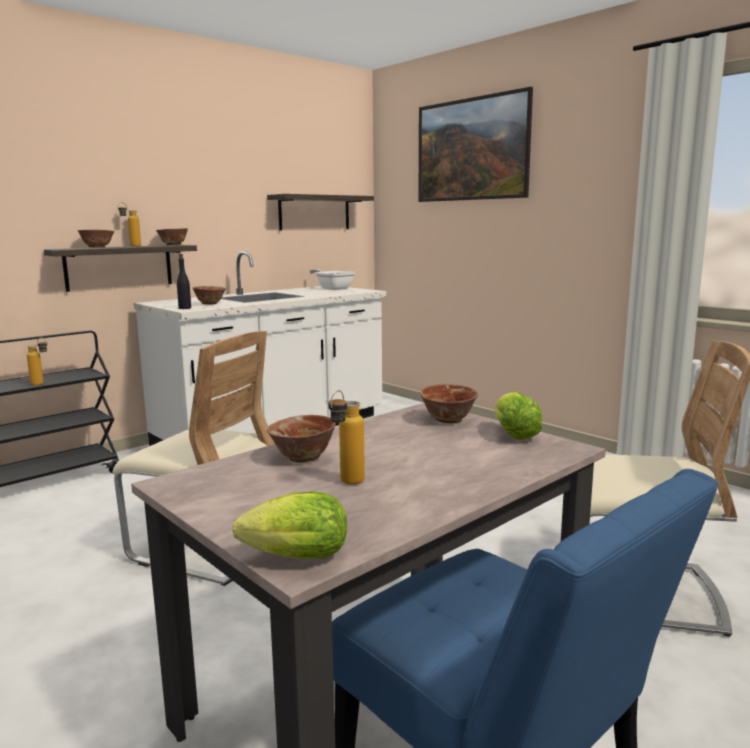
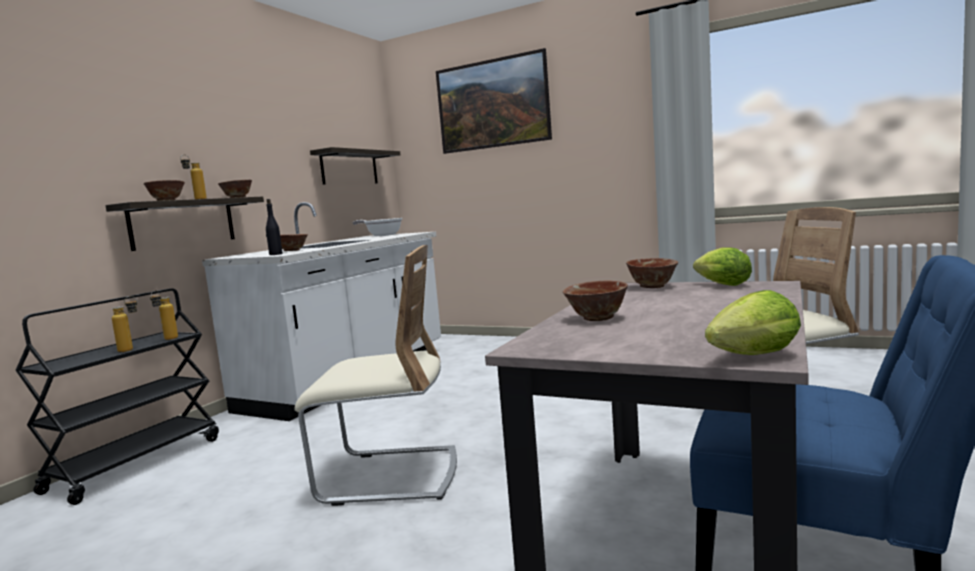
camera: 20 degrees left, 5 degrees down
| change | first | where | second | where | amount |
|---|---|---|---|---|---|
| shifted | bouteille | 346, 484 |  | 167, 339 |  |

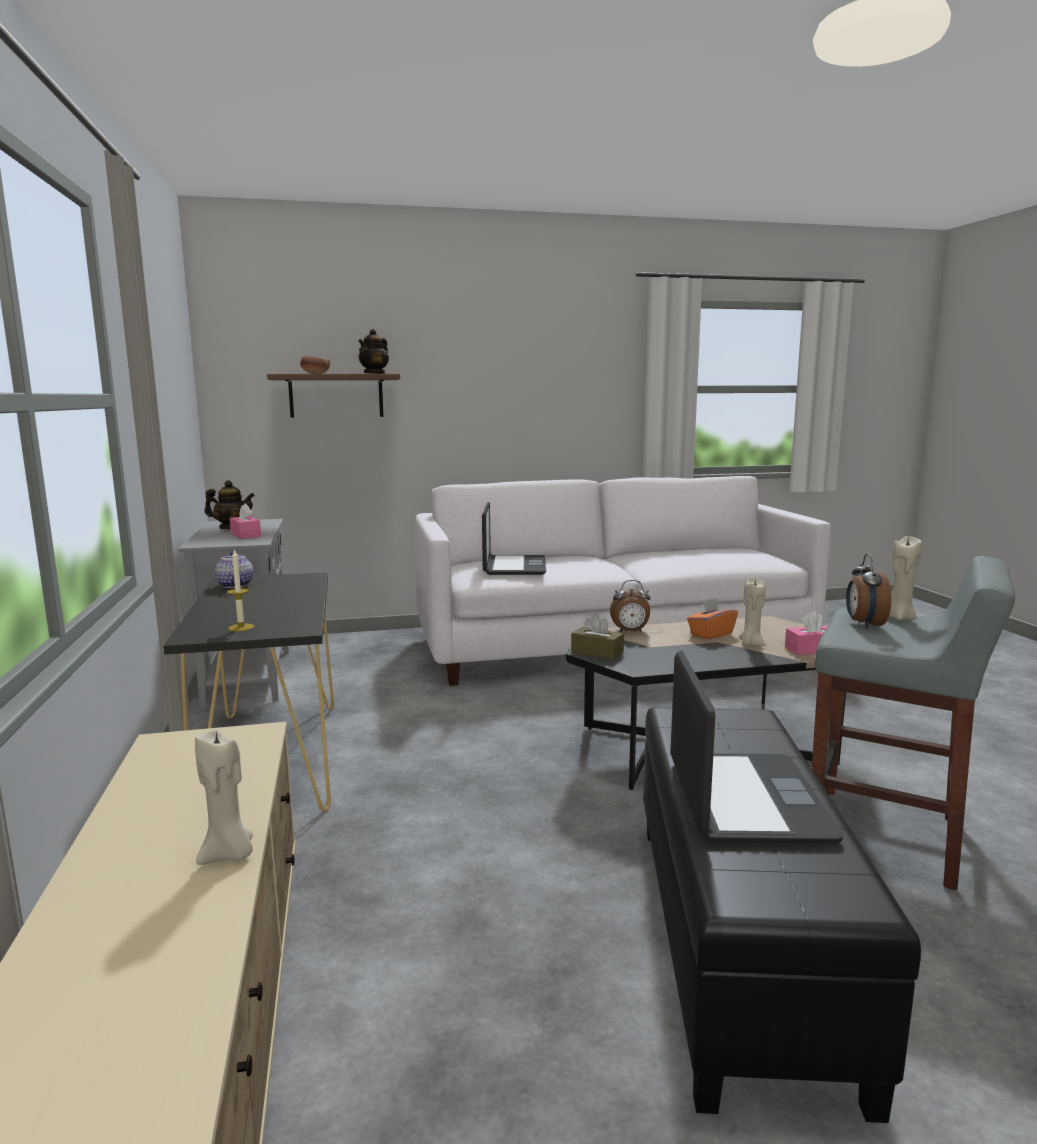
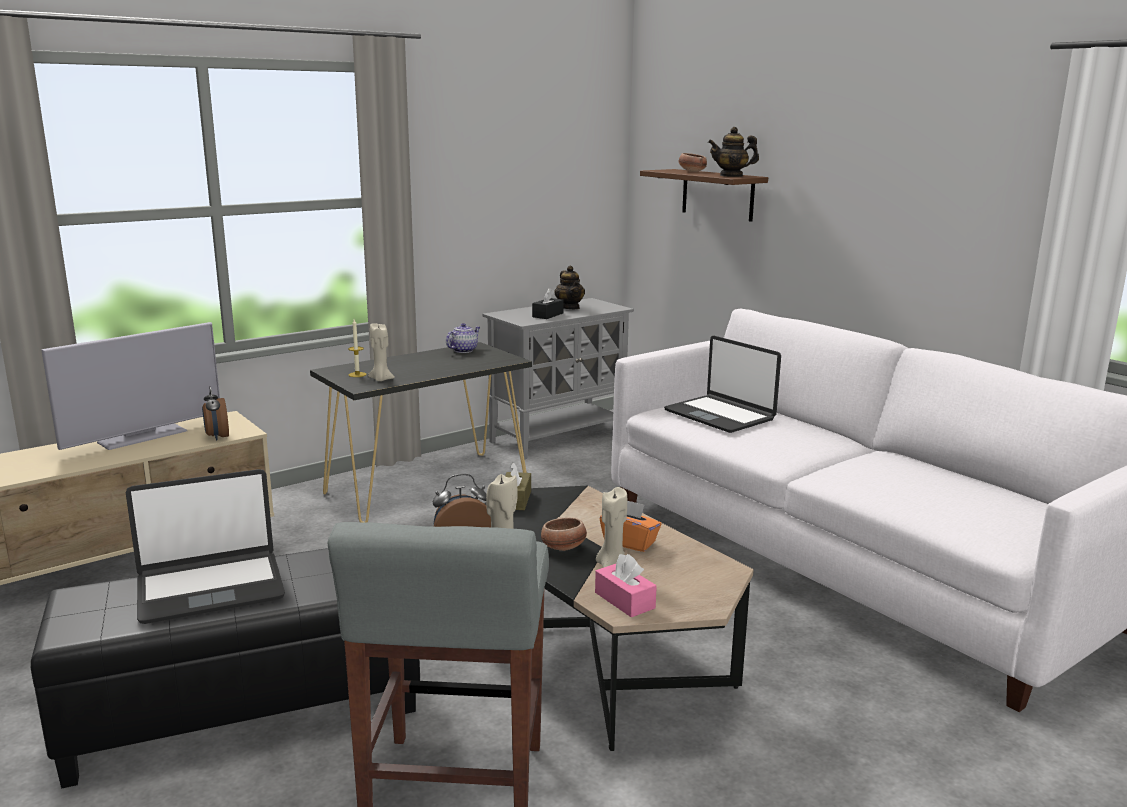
camera: 65 degrees right, 5 degrees up
| change | first | where | second | where | amount |
|---|---|---|---|---|---|
| new |  |  | téléviseur | 143, 436 |  |
| shifted | réveil | 630, 632 |  | 217, 437 |  |
| shifted | bougie [beige] | 229, 854 |  | 381, 379 |  |
| repainted | boîte à mouchoirs [rose] | 245, 535 | boîte à mouchoirs [noir] | 547, 315 |  |
| new |  |  | bol | 563, 548 |  |
| rotated | ordinateur portable | 513, 566 |  | 720, 415 | 75 degrees clockwise |

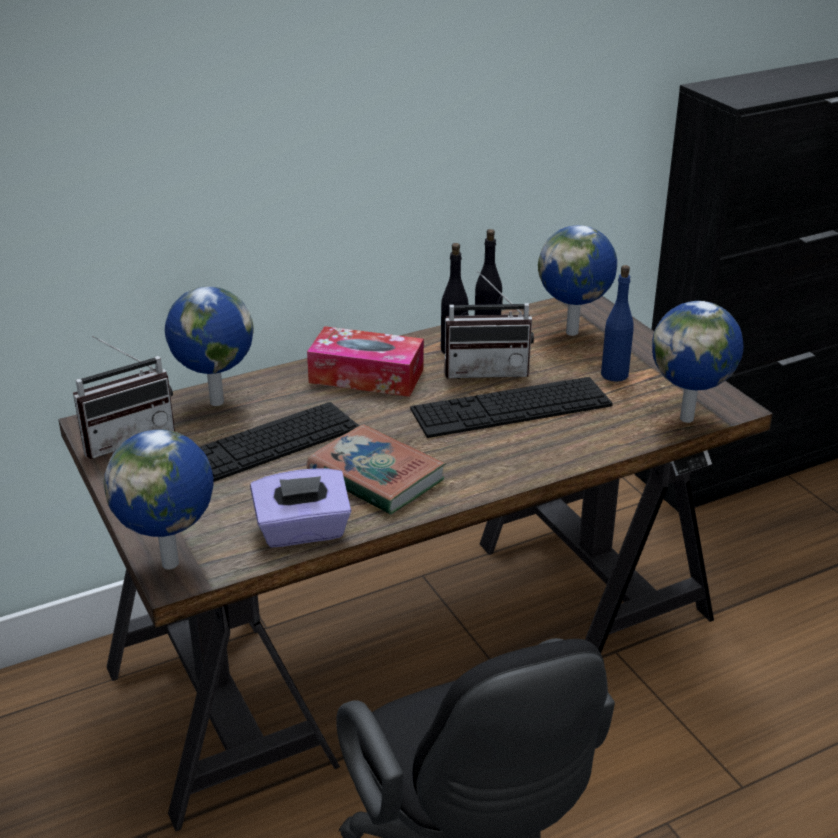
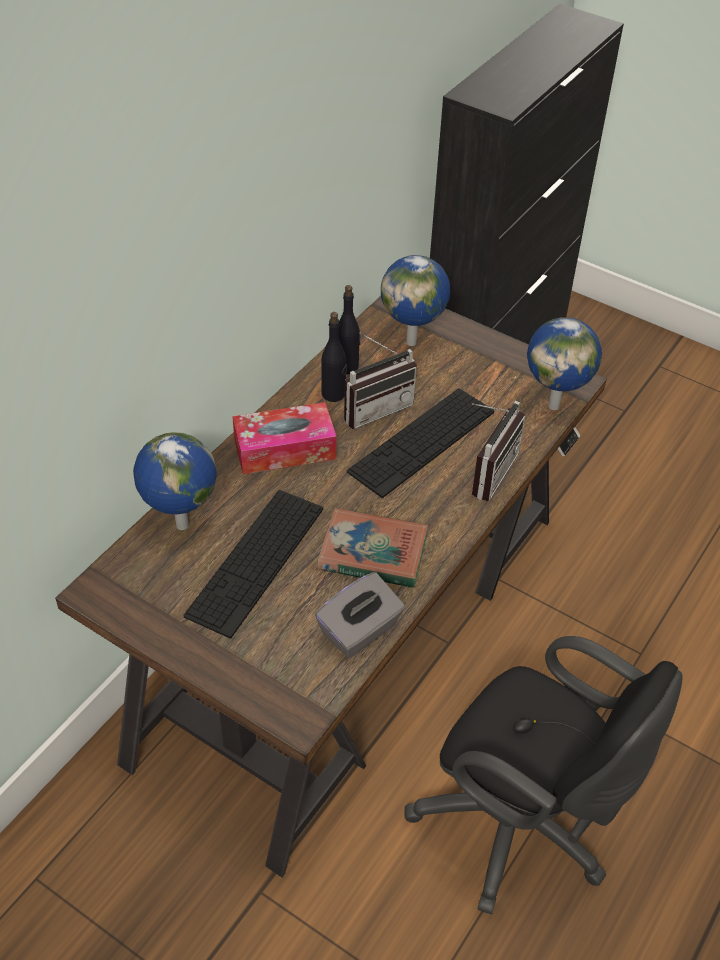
camera: 30 degrees left, 15 degrees up
| change | first | where | second | where | amount |
|---|---|---|---|---|---|
| repainted | boîte à mouchoirs [violet] | 303, 531 | boîte à mouchoirs [gris] | 360, 631 |  |
| shifted | radio | 127, 437 |  | 486, 471 |  |
| gone | globe | 173, 563 |  |  |  |
| gone | bouteille [bleu] | 614, 374 |  |  |  |

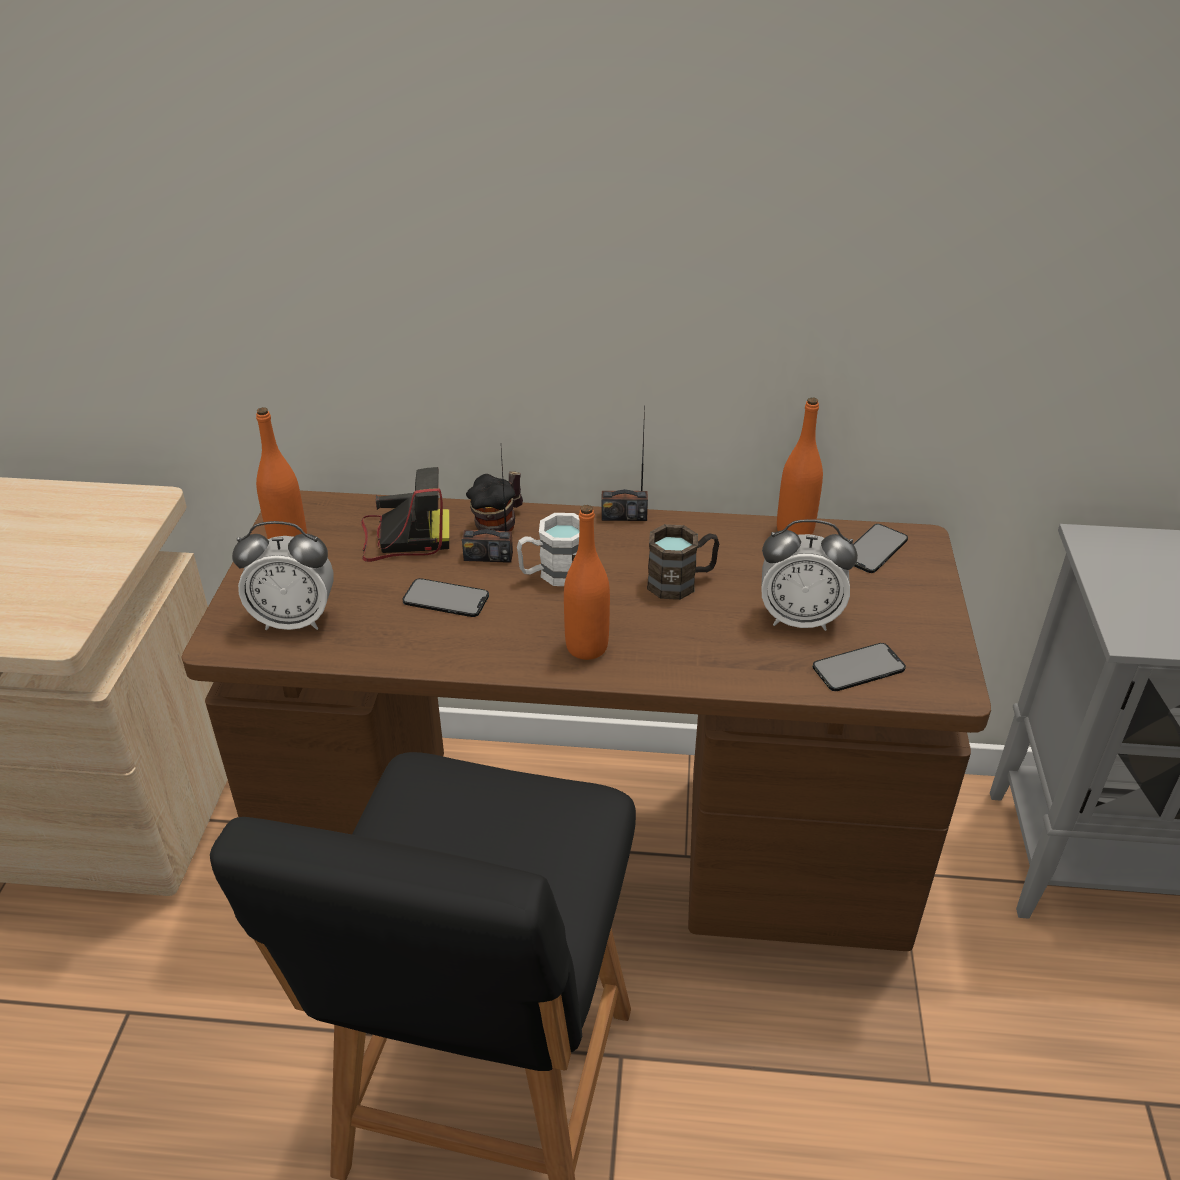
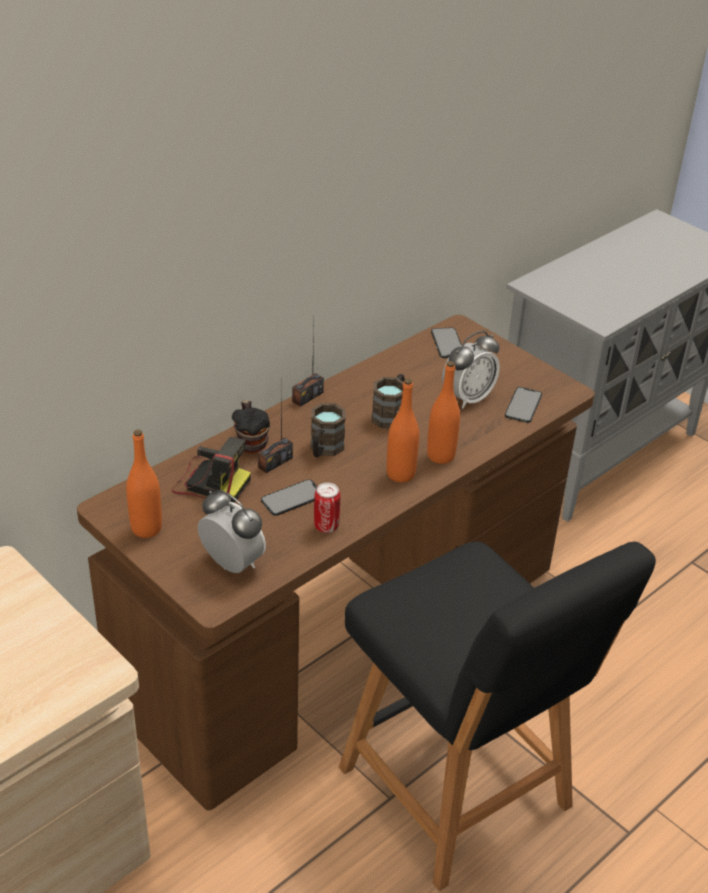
camera: 50 degrees left, 0 degrees up
| change | first | where | second | where | amount |
|---|---|---|---|---|---|
| rotated | appareil photo | 403, 538 |  | 210, 483 | 75 degrees clockwise |
| rotated | réveil | 294, 620 |  | 232, 564 | 90 degrees counterclockwise |
| repainted | mug [blanc] | 553, 574 | mug [marron] | 324, 450 |  |
| new |  |  | boîte métallique | 326, 526 |  |
| shifted | bouteille [orange] | 794, 531 |  | 440, 456 |  |

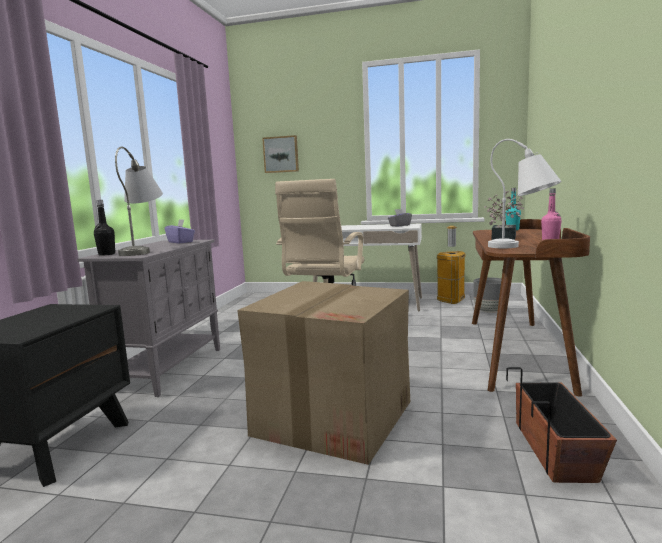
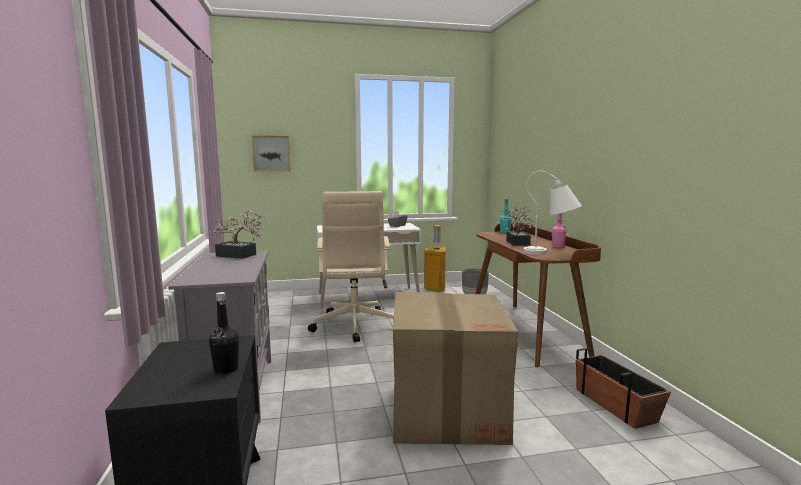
camera: 25 degrees left, 0 degrees up
| change | first | where | second | where | amount |
|---|---|---|---|---|---|
| swapped | boîte à mouchoirs [violet] | 181, 242 | plante en pot | 239, 256 |  |
| shifted | bouteille [noir] | 106, 254 |  | 226, 369 |  |
| gone | lampe de table [gris] | 144, 251 |  |  |  |

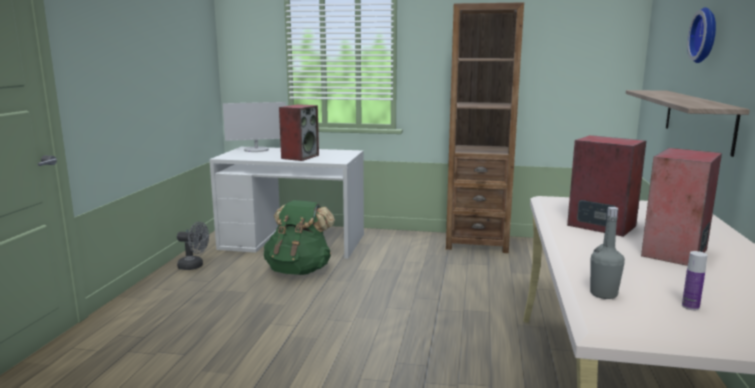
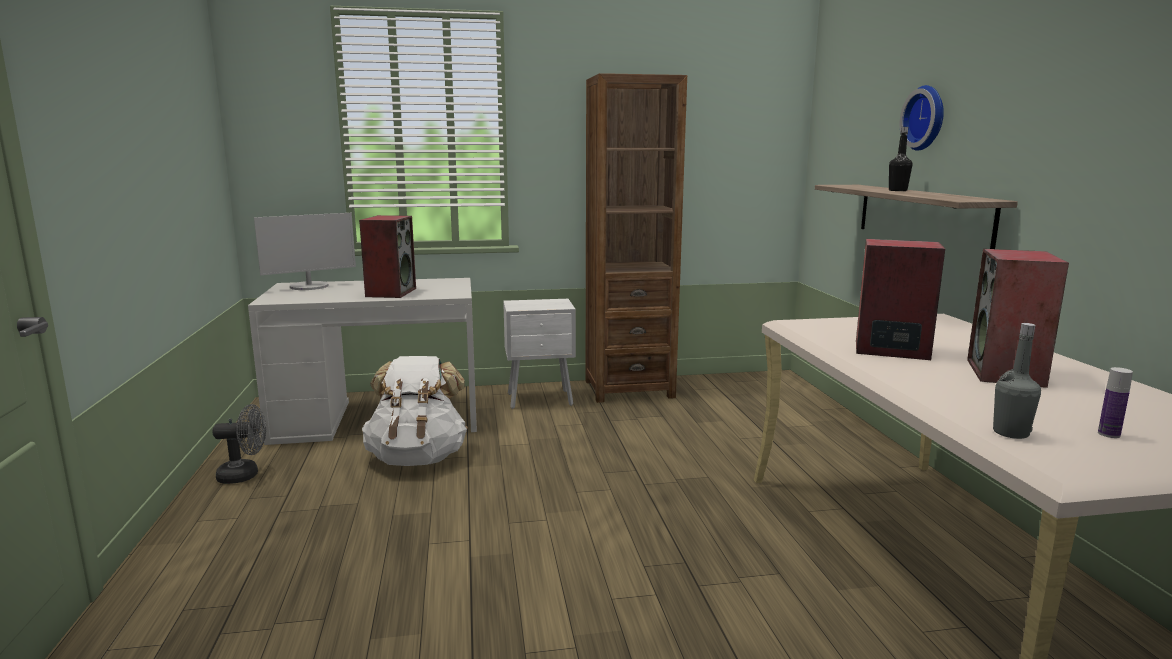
camera: 20 degrees left, 0 degrees up
| change | first | where | second | where | amount |
|---|---|---|---|---|---|
| repainted | sac à dos [vert] | 299, 270 | sac à dos [blanc] | 418, 458 |  |
| new |  |  | table de chevet [blanc] | 541, 400 |  |
| new |  |  | bouteille [noir] | 897, 190 |  |

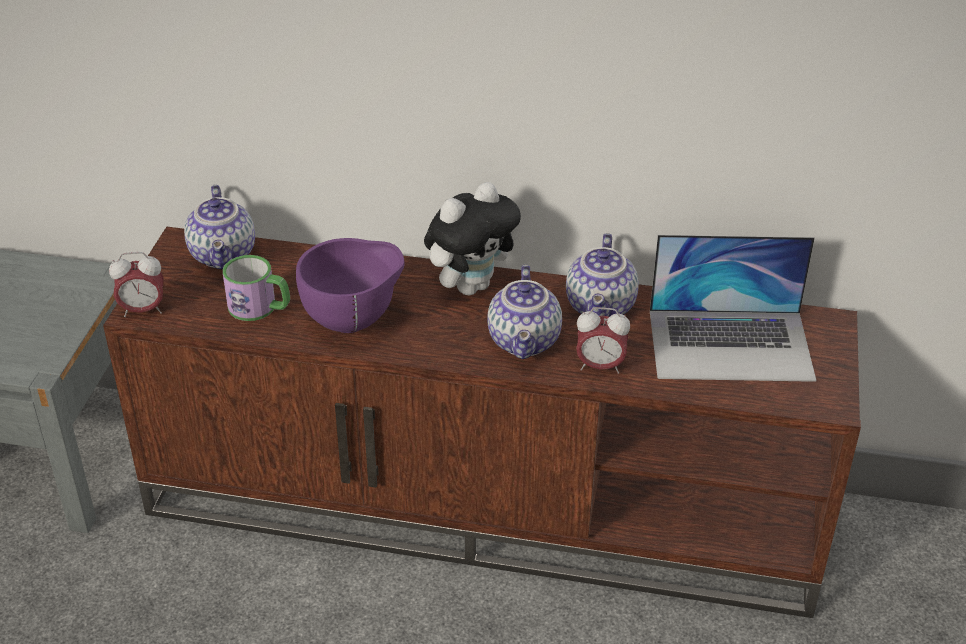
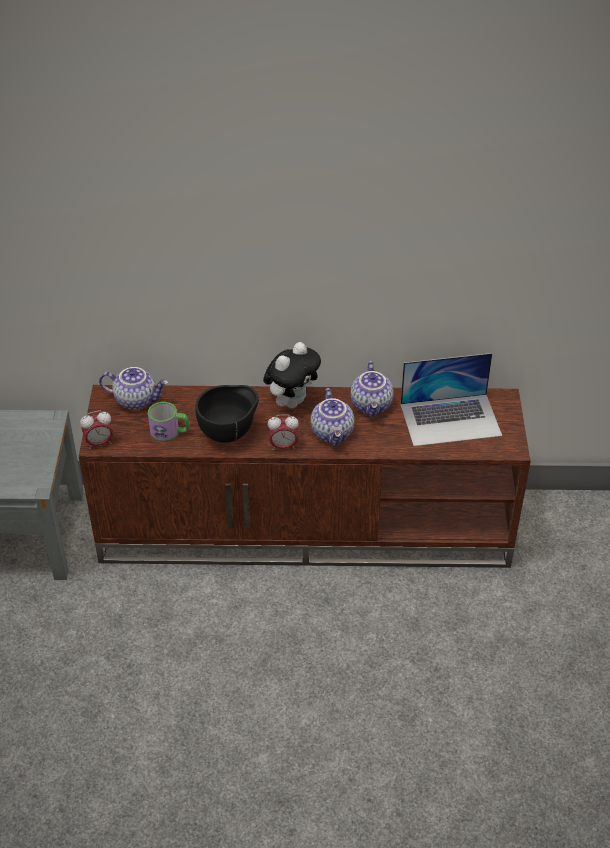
camera: 10 degrees left, 5 degrees up
| change | first | where | second | where | amount |
|---|---|---|---|---|---|
| rotated | théière | 224, 255 |  | 136, 400 | 60 degrees counterclockwise |
| repainted | bol [violet] | 354, 321 | bol [noir] | 229, 434 |  |
| shifted | réveil | 600, 366 |  | 283, 446 |  |

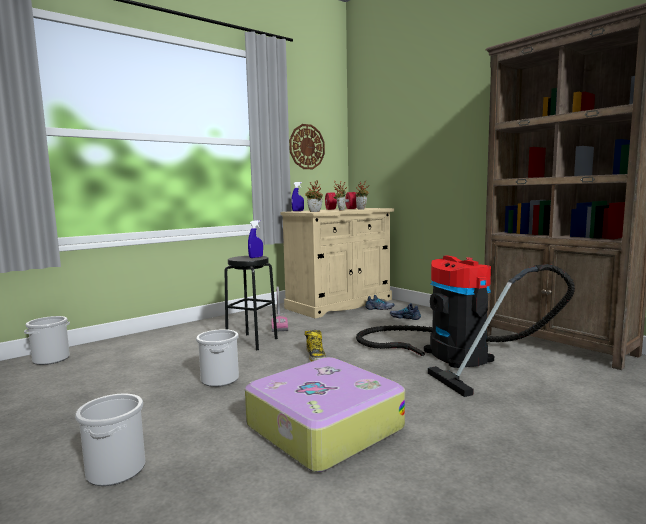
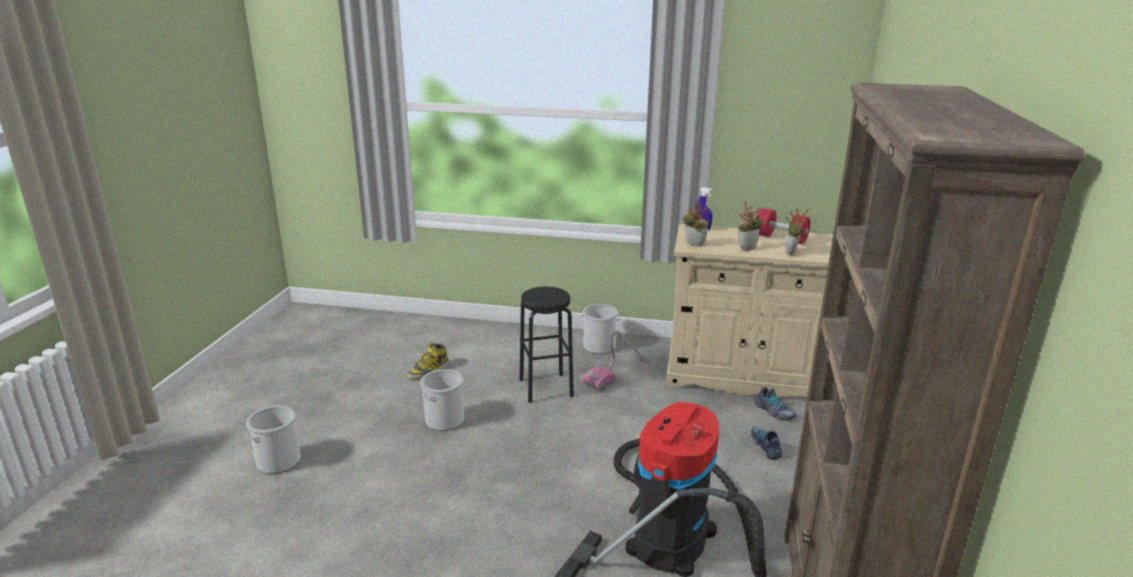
camera: 50 degrees right, 15 degrees up
| change | first | where | second | where | amount |
|---|---|---|---|---|---|
| shifted | botte | 315, 355 |  | 428, 371 |  |
| shifted | seau | 51, 359 |  | 599, 347 |  |
| gone | valise | 322, 427 |  |  |  |
| gone | vaporisateur [bleu] | 256, 257 |  |  |  |
| gone | horloge murale | 306, 147 |  |  |  |

